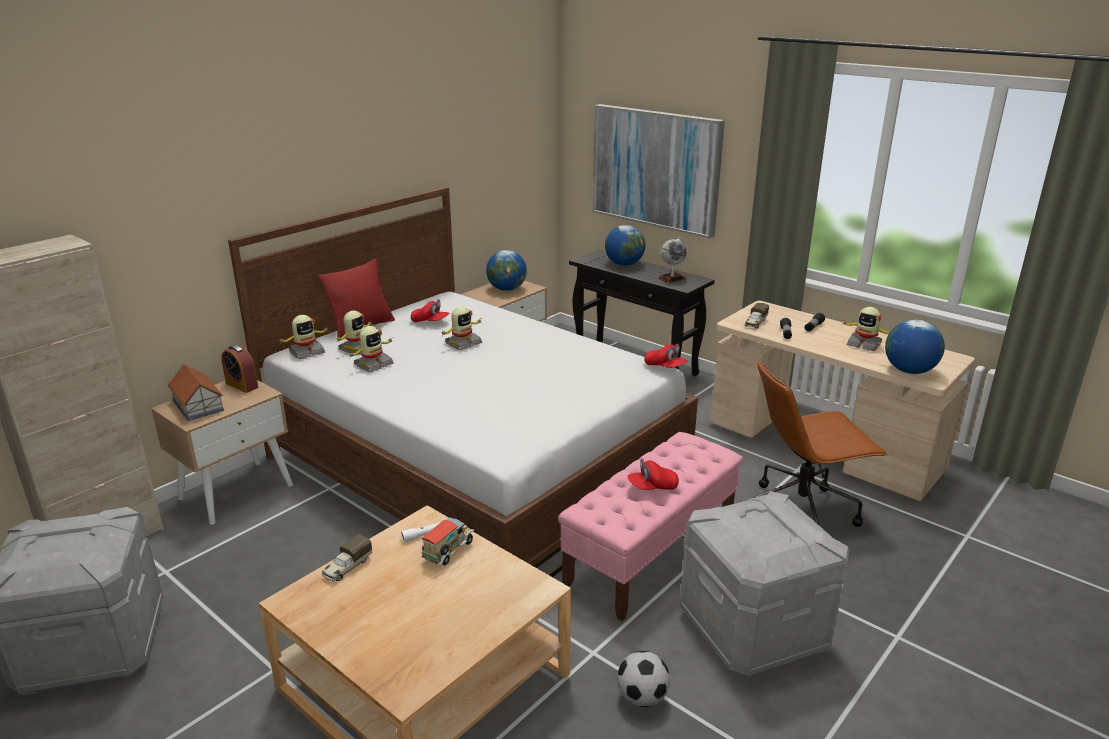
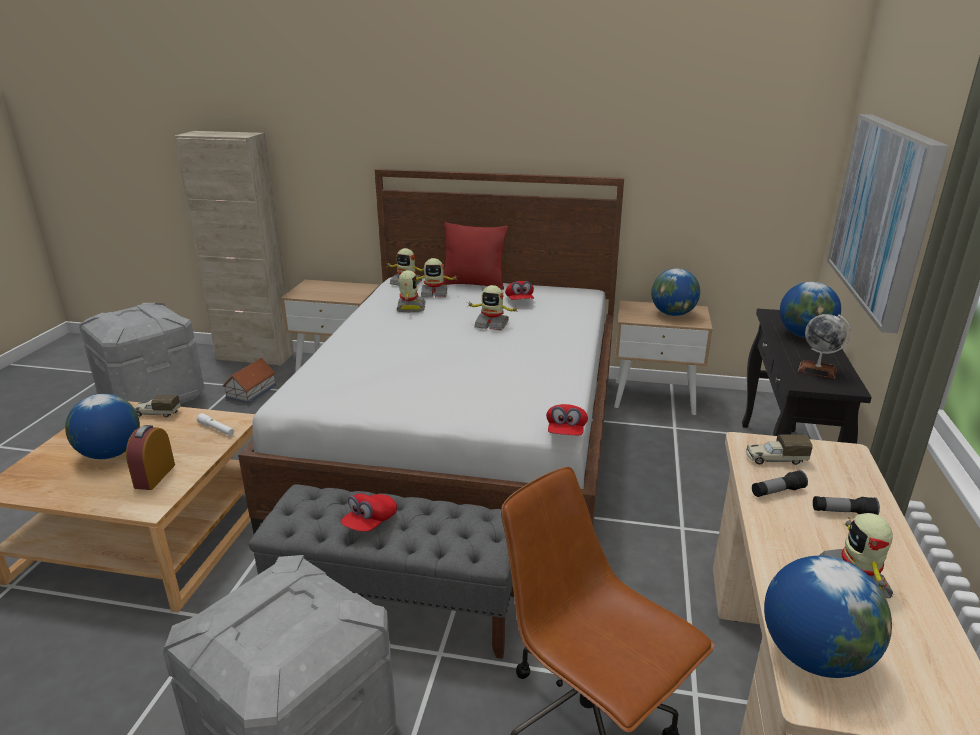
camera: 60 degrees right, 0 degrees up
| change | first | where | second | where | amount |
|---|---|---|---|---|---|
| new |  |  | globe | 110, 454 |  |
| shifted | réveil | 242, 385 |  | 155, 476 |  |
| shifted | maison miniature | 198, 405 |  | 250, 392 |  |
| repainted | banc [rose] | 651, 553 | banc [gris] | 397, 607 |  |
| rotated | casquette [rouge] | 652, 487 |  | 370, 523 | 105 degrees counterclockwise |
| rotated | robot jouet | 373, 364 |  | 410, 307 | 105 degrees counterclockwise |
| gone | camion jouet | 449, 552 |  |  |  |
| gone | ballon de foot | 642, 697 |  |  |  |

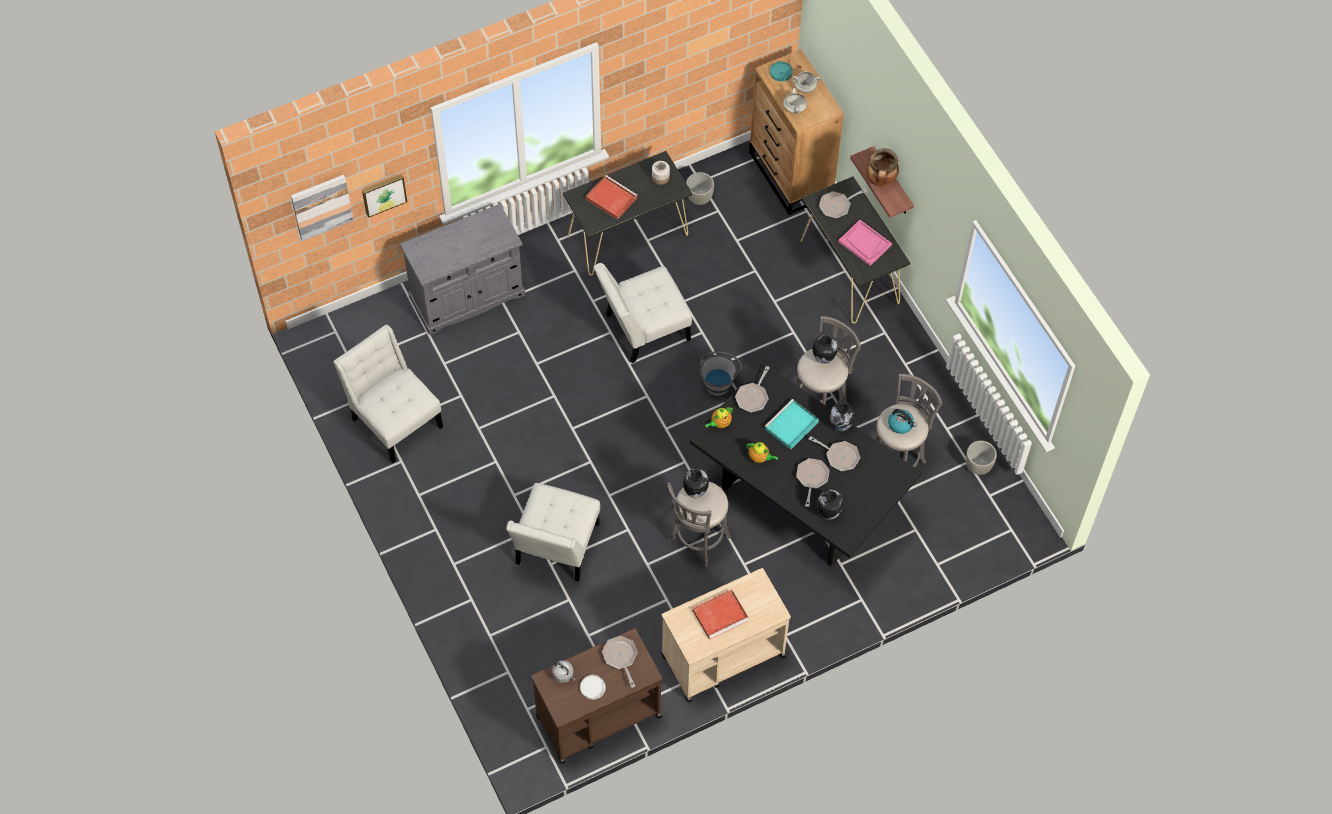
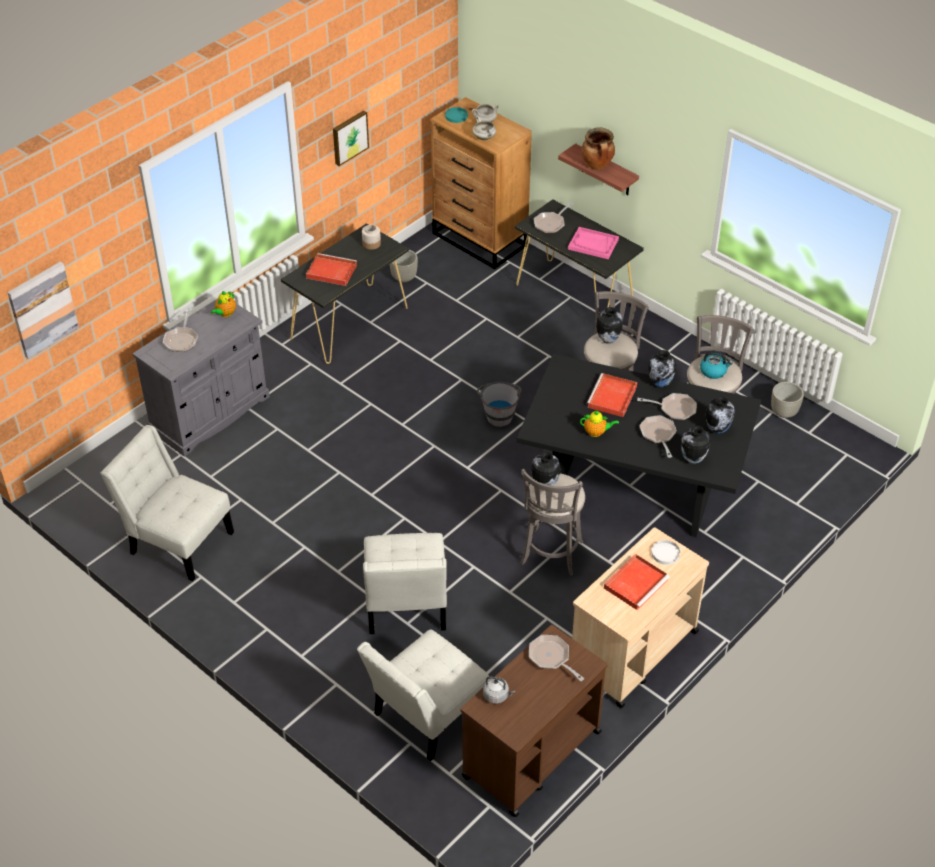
camera: 20 degrees left, 15 degrees down
| change | first | where | second | where | amount |
|---|---|---|---|---|---|
| shifted | poêle | 753, 397 |  | 181, 340 |  |
| shifted | théière | 720, 423 |  | 225, 314 |  |
| shifted | tableau | 383, 194 |  | 349, 137 |  |
| shifted | chaise [blanc] | 643, 329 |  | 426, 716 |  |
| repainted | plateau [turquoise] | 791, 426 | plateau [rouge] | 612, 398 |  |
| shifted | assiette [blanc] | 593, 687 |  | 665, 553 |  |
| new |  |  | vase | 717, 429 |  |

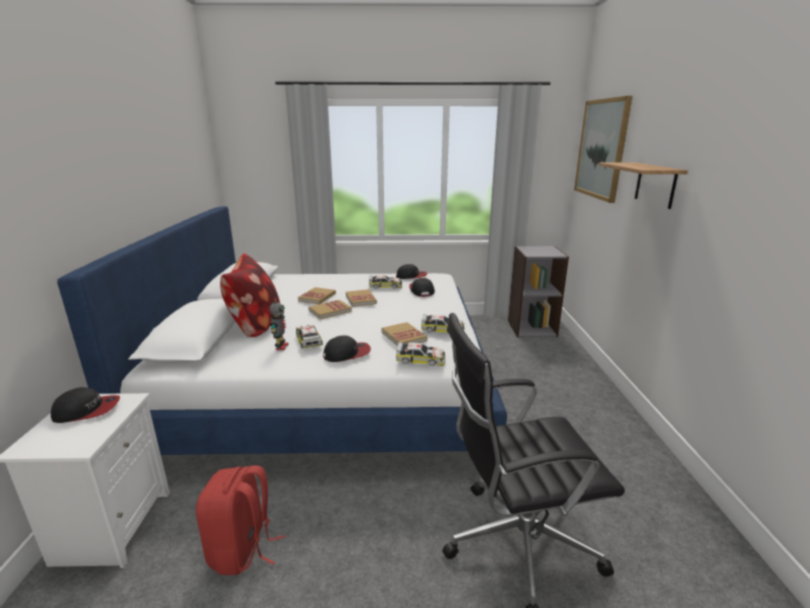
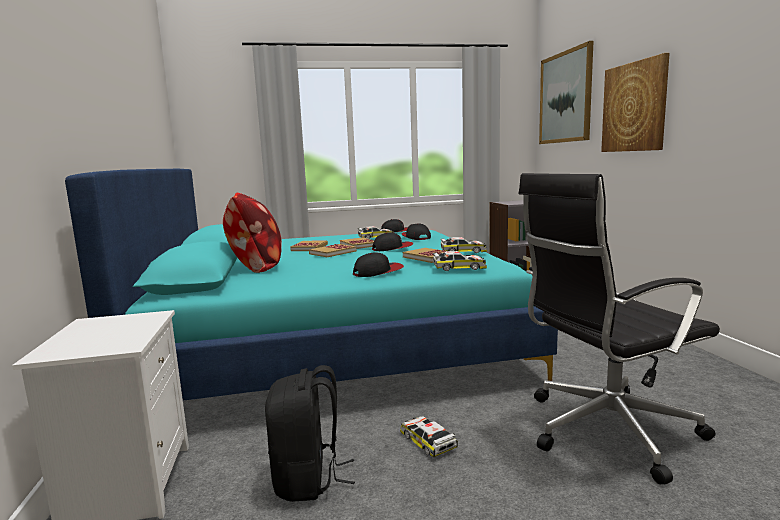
camera: 10 degrees left, 10 degrees down
| change | first | where | second | where | amount |
|---|---|---|---|---|---|
| repainted | lit [blanc] | 332, 382 | lit [turquoise] | 333, 340 |  |
| repainted | sac à dos [rouge] | 243, 549 | sac à dos [noir] | 308, 479 |  |
| shifted | casquette | 87, 410 |  | 392, 248 |  |
| shifted | petite voiture | 308, 340 |  | 427, 441 |  |
| swapped | étagère | 655, 184 | tableau | 634, 107 |  |
| gone | robot jouet | 281, 347 |  |  |  |

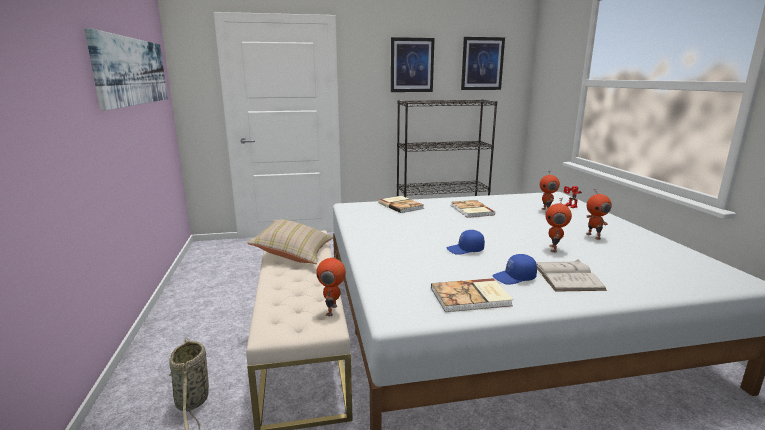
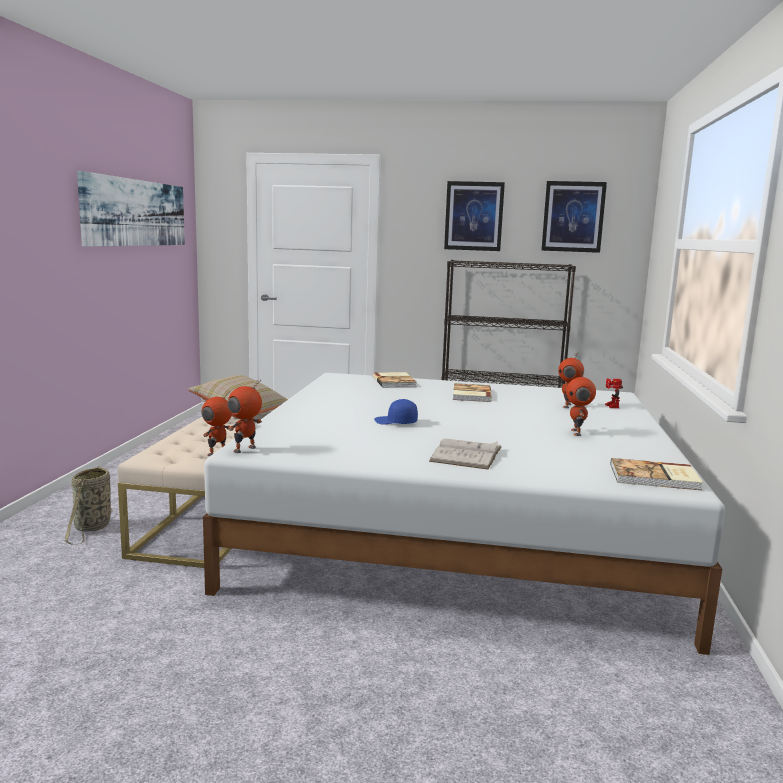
camera: 20 degrees right, 5 degrees down
| change | first | where | second | where | amount |
|---|---|---|---|---|---|
| shifted | robot jouet | 554, 249 |  | 245, 450 |  |
| shifted | livre | 471, 297 |  | 655, 477 |  |
| gone | casquette [bleu] | 514, 278 |  |  |  |

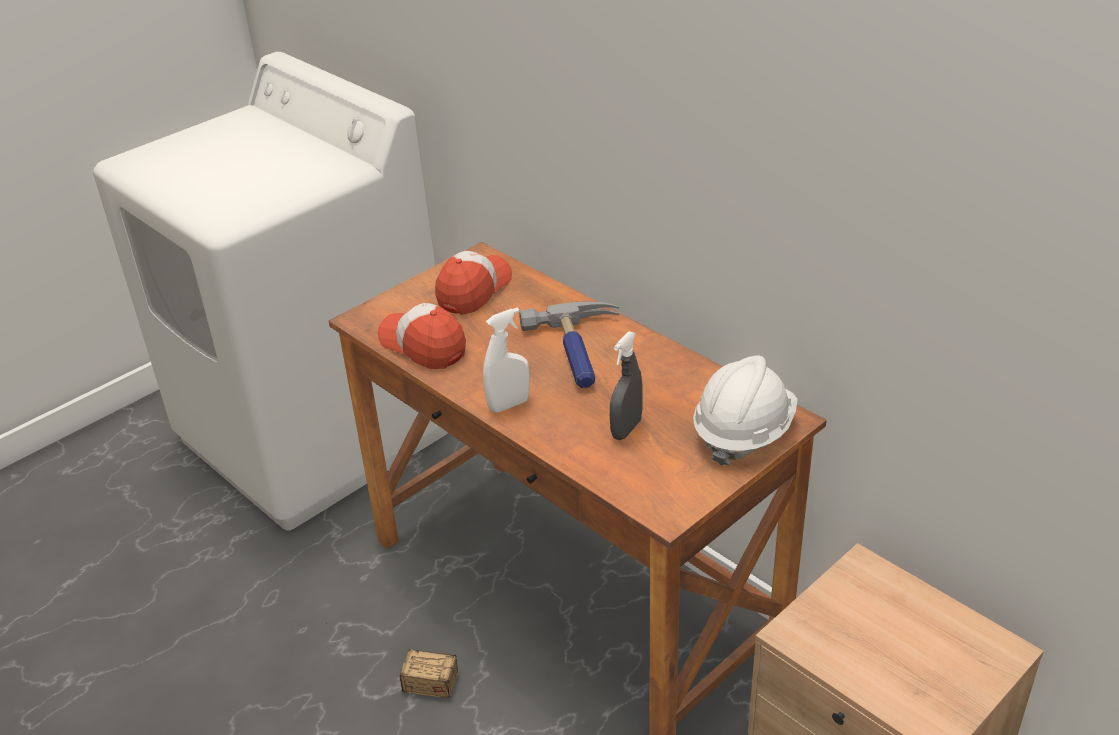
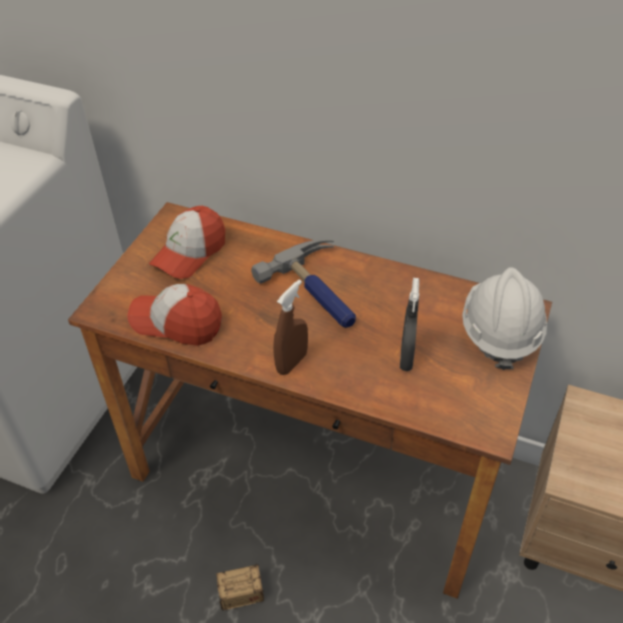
camera: 25 degrees left, 10 degrees up
| change | first | where | second | where | amount |
|---|---|---|---|---|---|
| rotated | casquette | 474, 290 |  | 189, 253 | 150 degrees counterclockwise |
| repainted | vaporisateur [blanc] | 509, 405 | vaporisateur [marron] | 291, 363 |  |

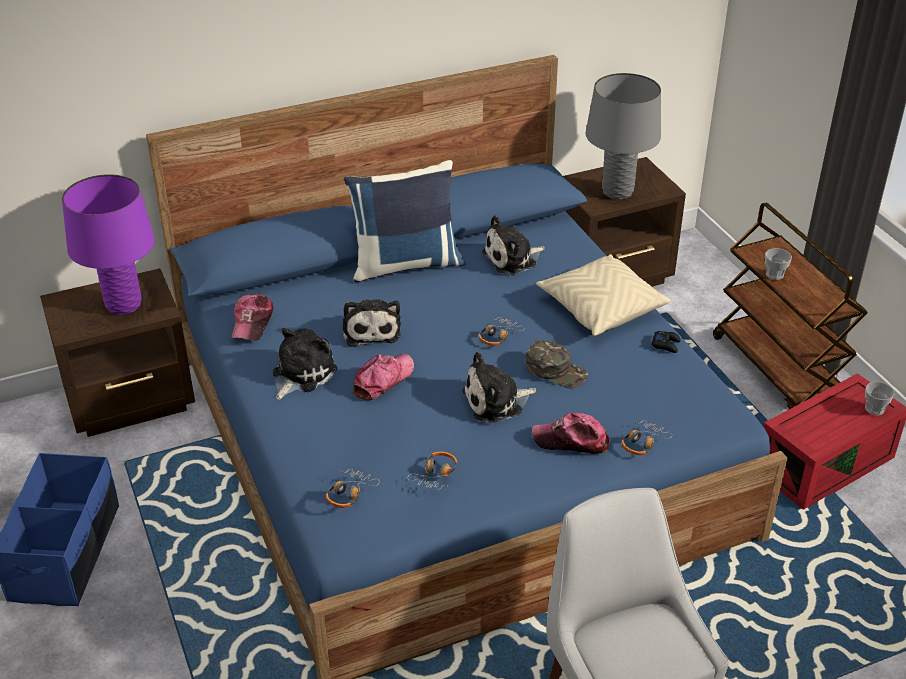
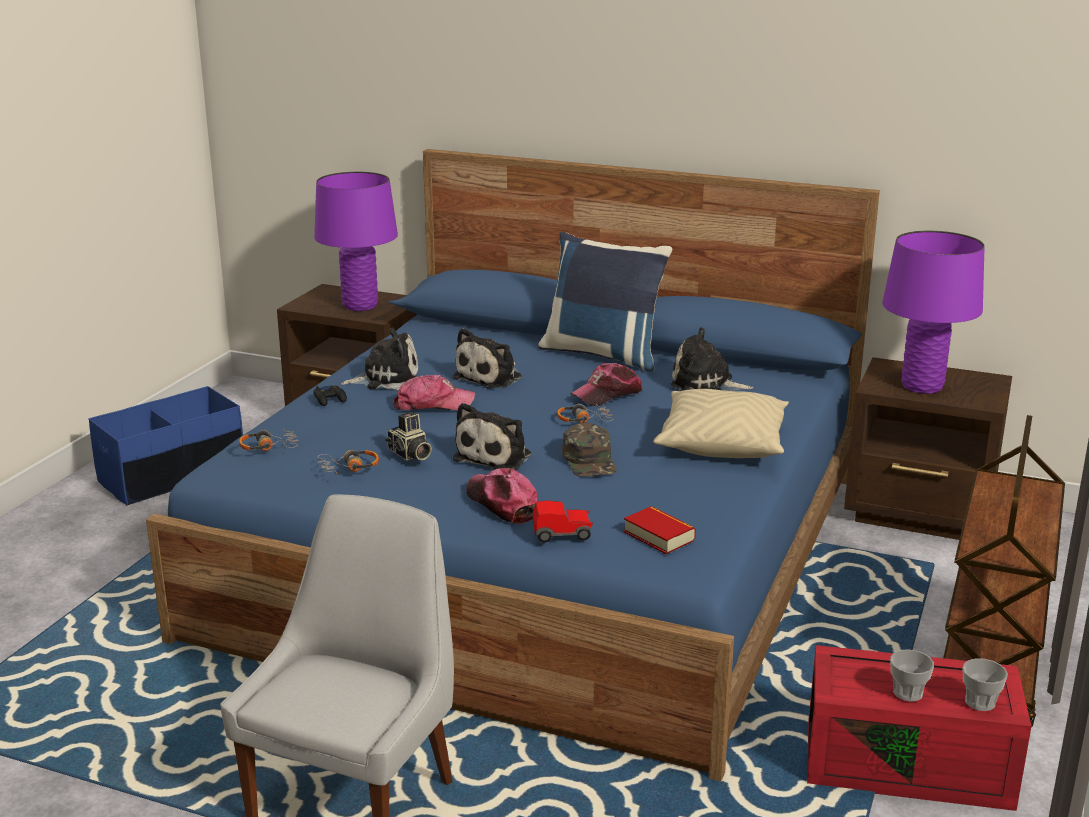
camera: 45 degrees right, 15 degrees down
| change | first | where | second | where | amount |
|---|---|---|---|---|---|
| shifted | manette [noir] | 666, 344 |  | 330, 399 |  |
| new |  |  | appareil photo | 409, 454 |  |
| rotated | peluche | 496, 402 |  | 496, 456 | 90 degrees counterclockwise |
| swapped | casque audio | 642, 442 | petite voiture | 562, 534 |  |
| shifted | casquette | 252, 323 |  | 607, 394 |  |
| new |  |  | livre | 659, 536 |  |
| repainted | lampe de table [gris] | 617, 192 | lampe de table [violet] | 922, 386 |  |
| shifted | tasse | 774, 274 |  | 908, 693 |  |

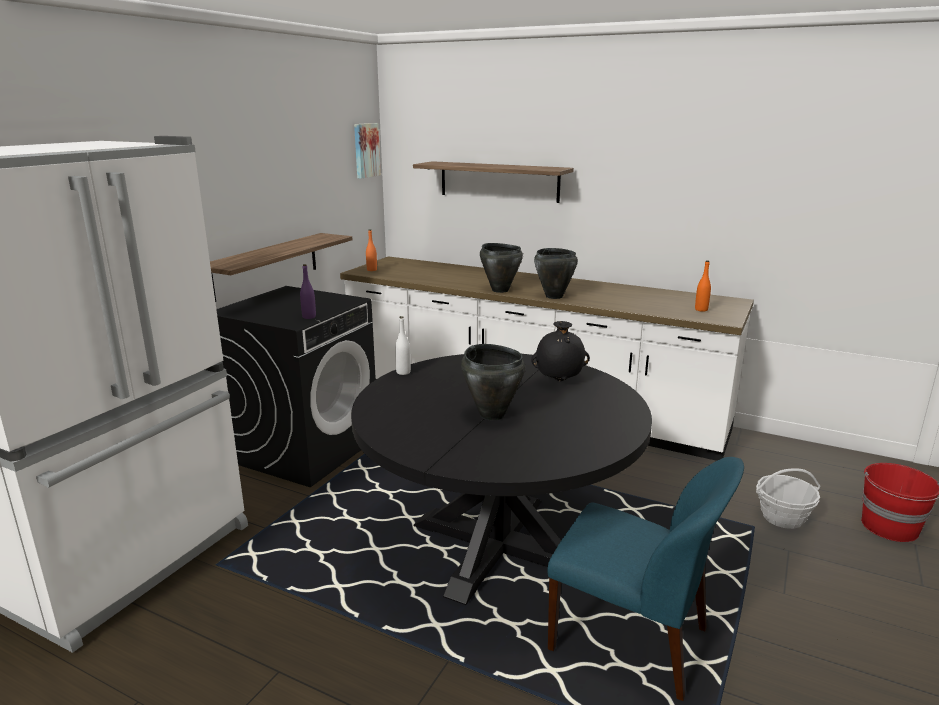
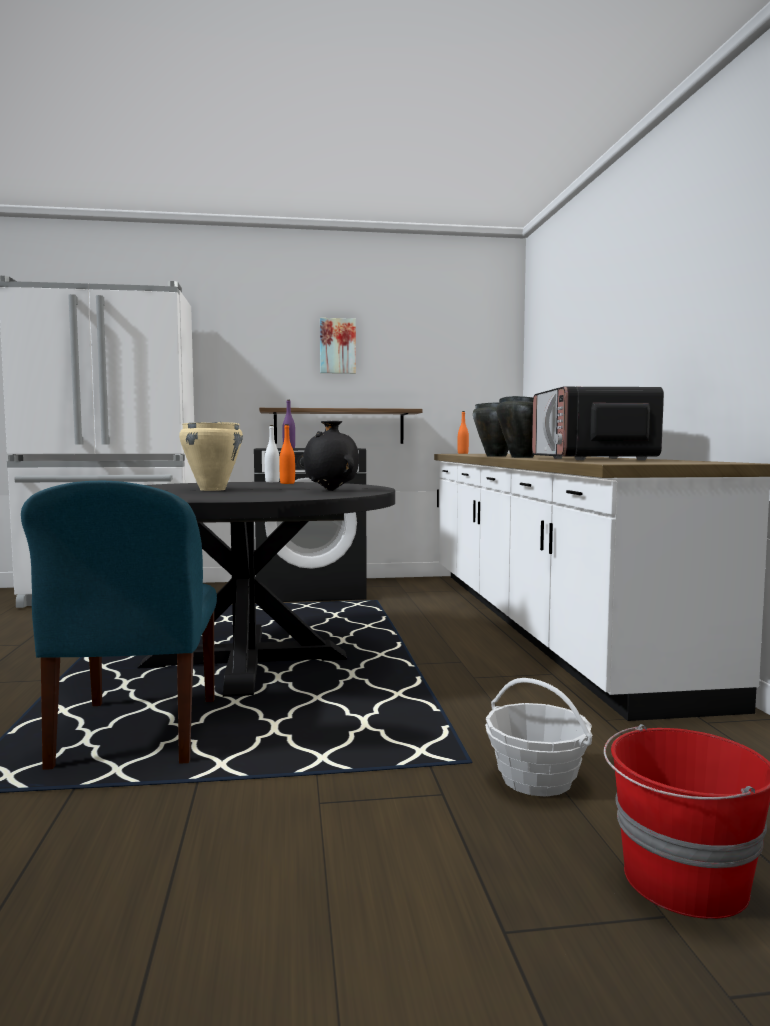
camera: 55 degrees right, 15 degrees down
| change | first | where | second | where | amount |
|---|---|---|---|---|---|
| repainted | marmite [noir] | 492, 415 | marmite [beige] | 213, 489 |  |
| shifted | bouteille [orange] | 701, 309 |  | 287, 483 |  |
| shifted | tableau | 365, 150 |  | 337, 346 |  |
| new |  |  | micro-ondes | 591, 459 |  |
| gone | étagère | 499, 181 |  |  |  |

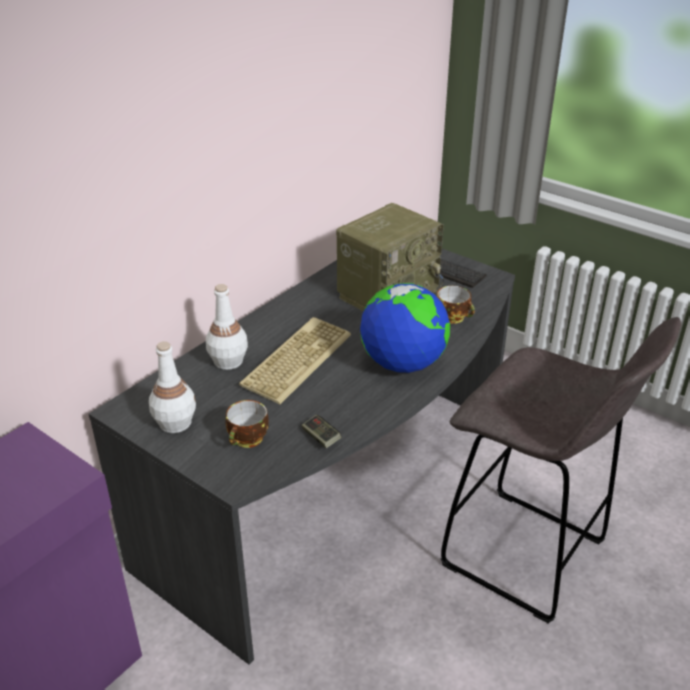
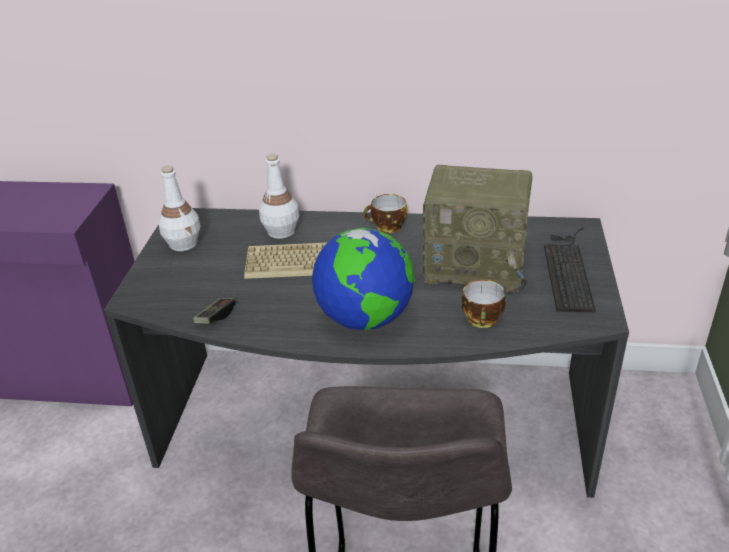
camera: 60 degrees right, 0 degrees up
| change | first | where | second | where | amount |
|---|---|---|---|---|---|
| shifted | tasse | 248, 440 |  | 387, 227 |  |

